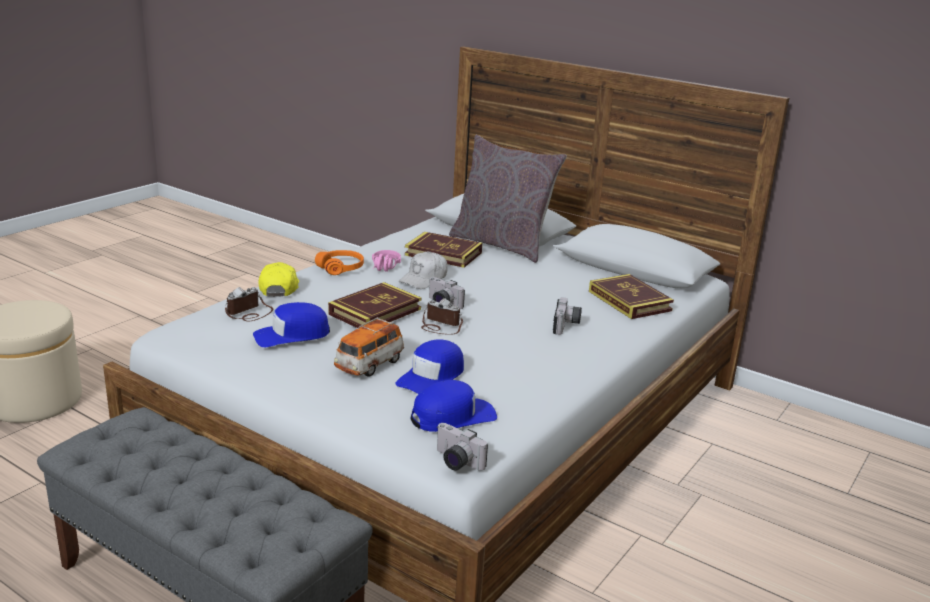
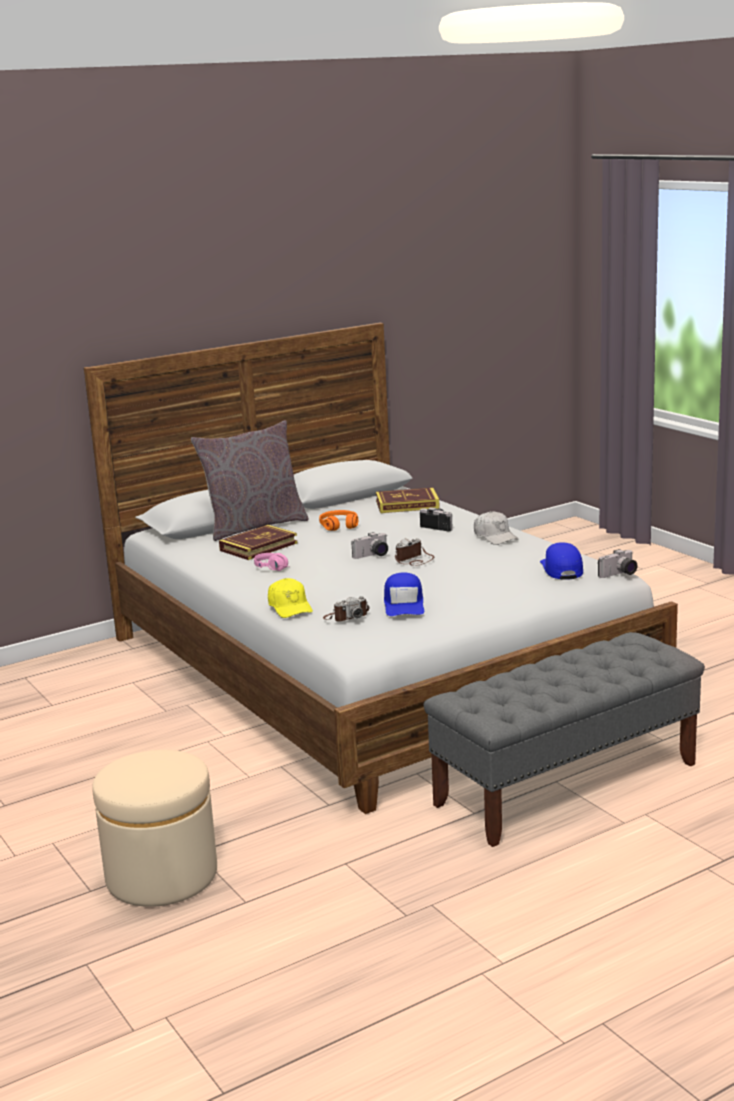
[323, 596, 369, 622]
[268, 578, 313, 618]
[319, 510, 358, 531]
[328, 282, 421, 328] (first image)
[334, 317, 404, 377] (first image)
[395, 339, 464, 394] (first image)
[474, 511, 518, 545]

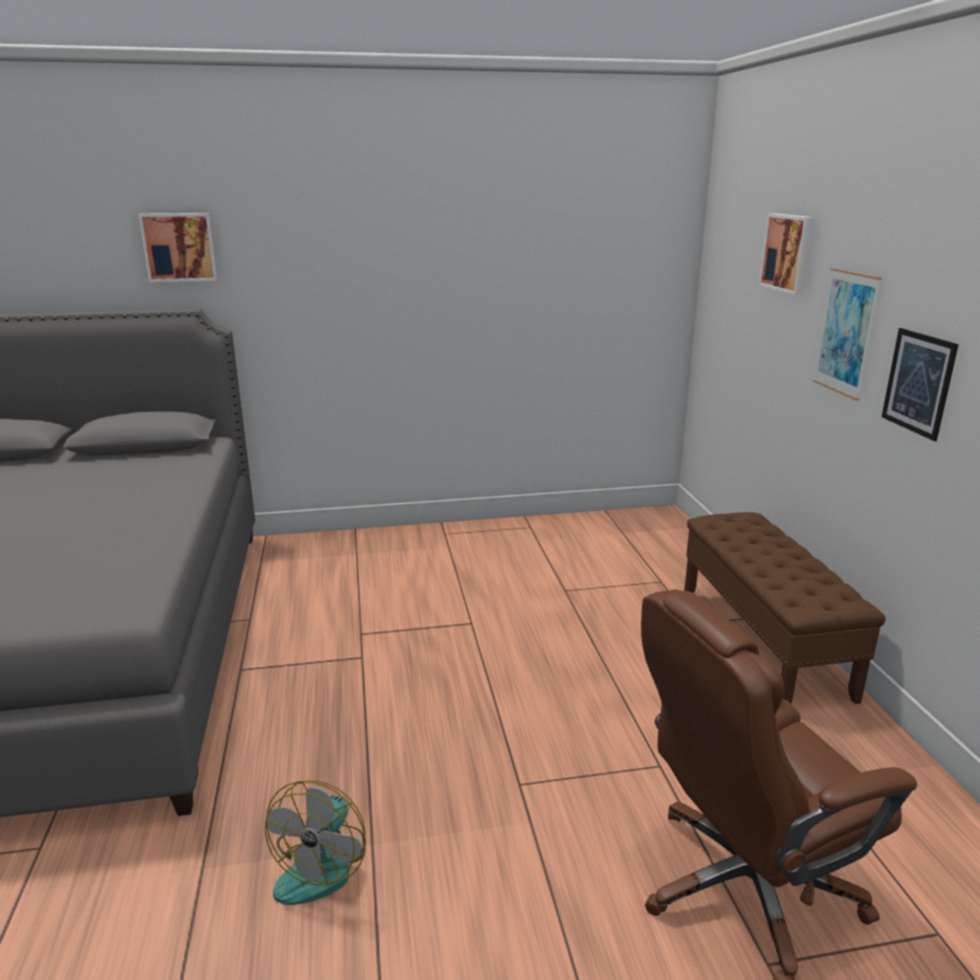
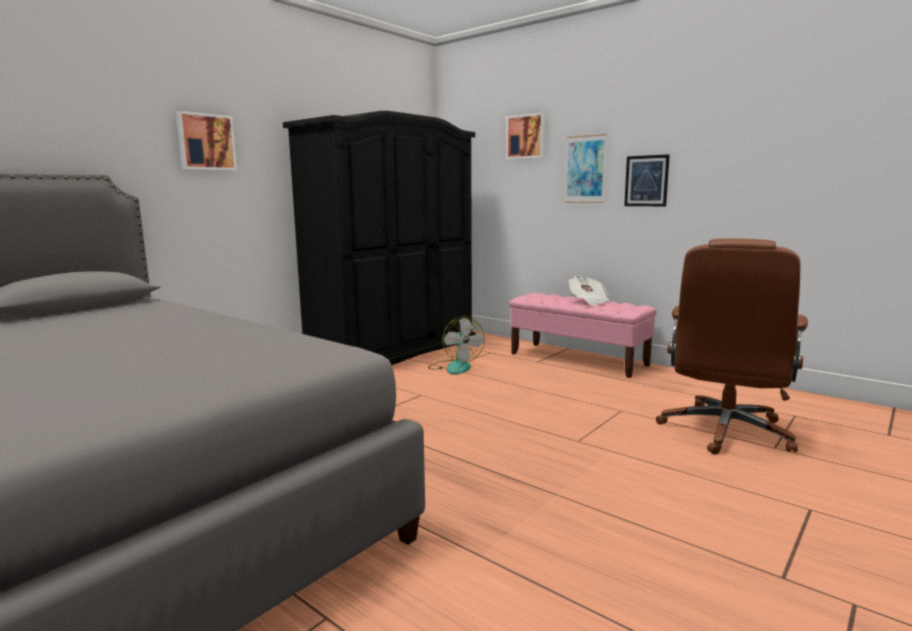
[176, 111, 237, 171]
[428, 316, 485, 374]
[509, 293, 657, 378]
[283, 111, 476, 365]
[569, 275, 609, 305]

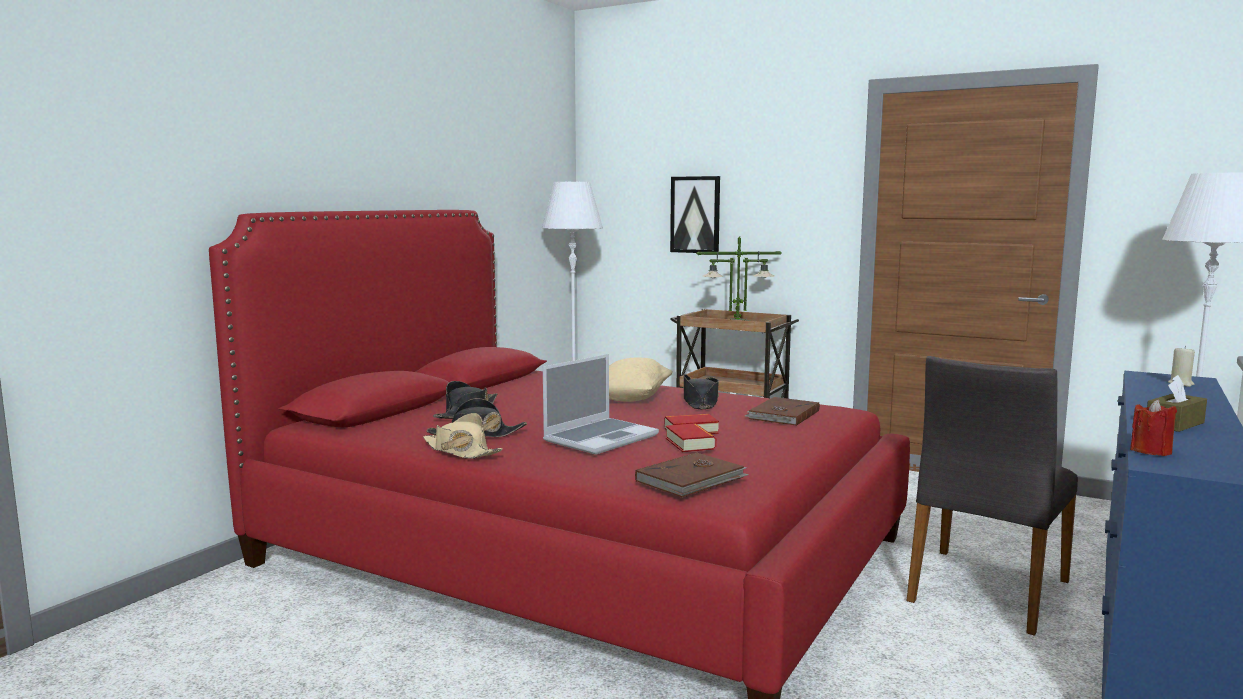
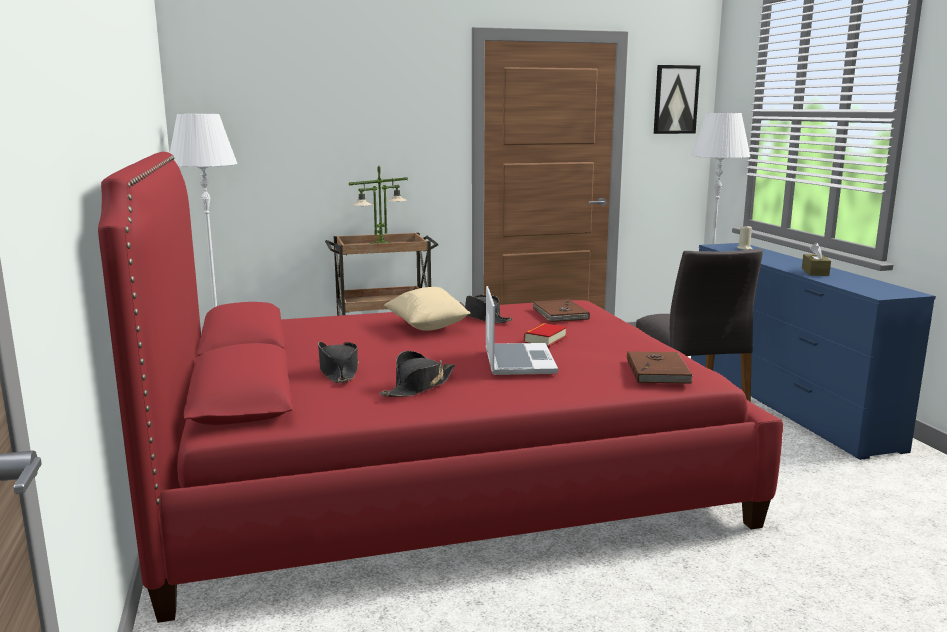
[423, 413, 503, 459] (first image)
[666, 423, 716, 452] (first image)
[654, 65, 700, 134]
[1130, 399, 1177, 456] (first image)

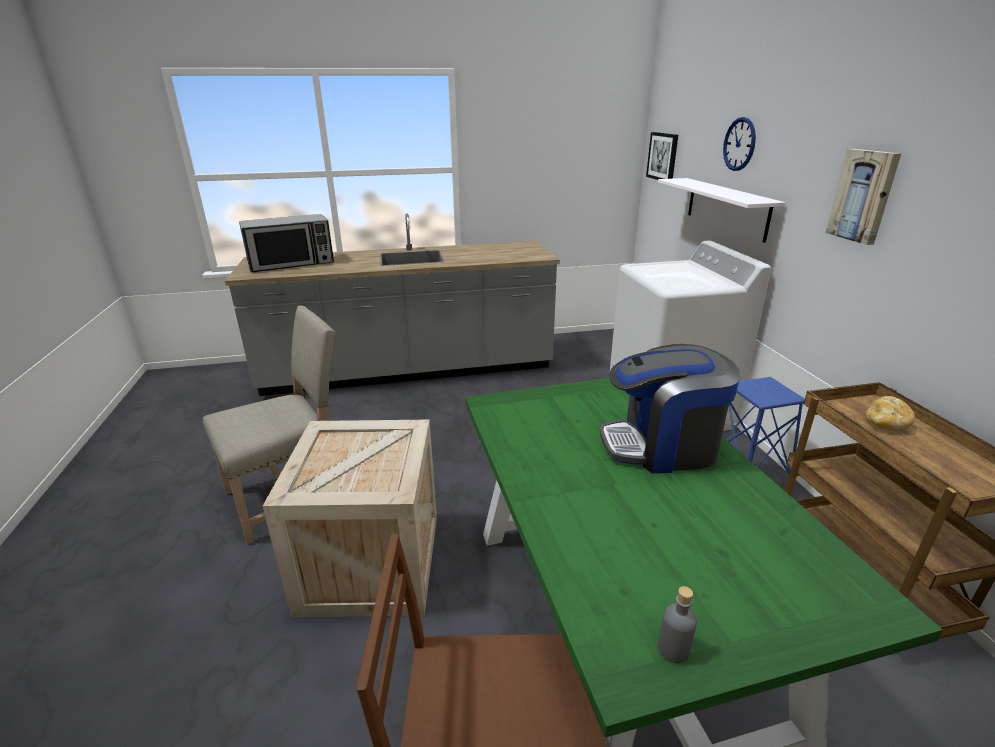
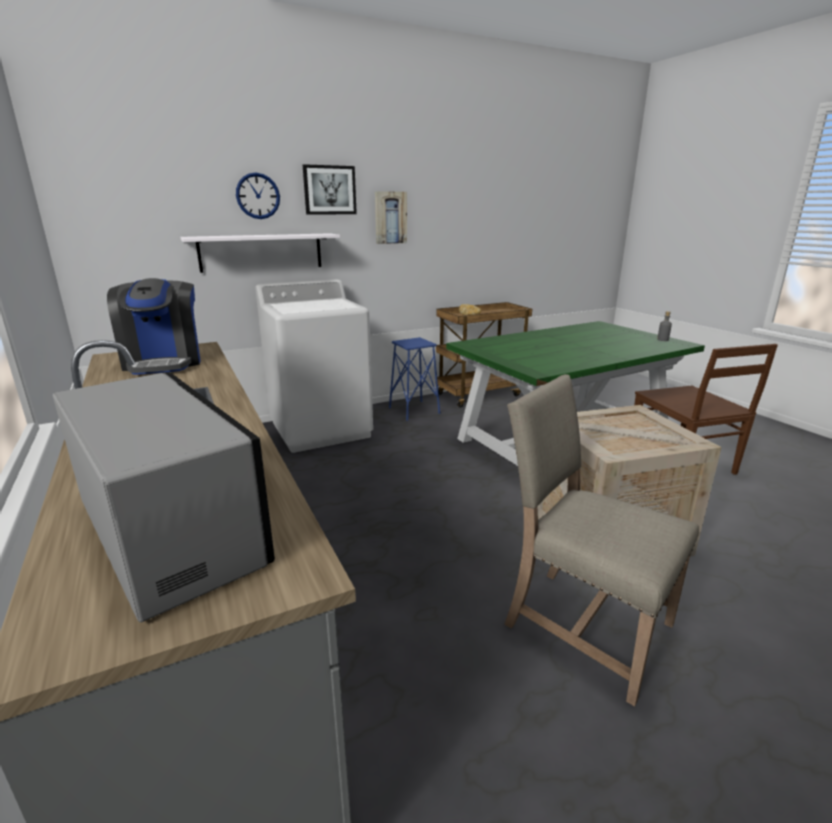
[107, 278, 201, 375]
[303, 164, 357, 215]

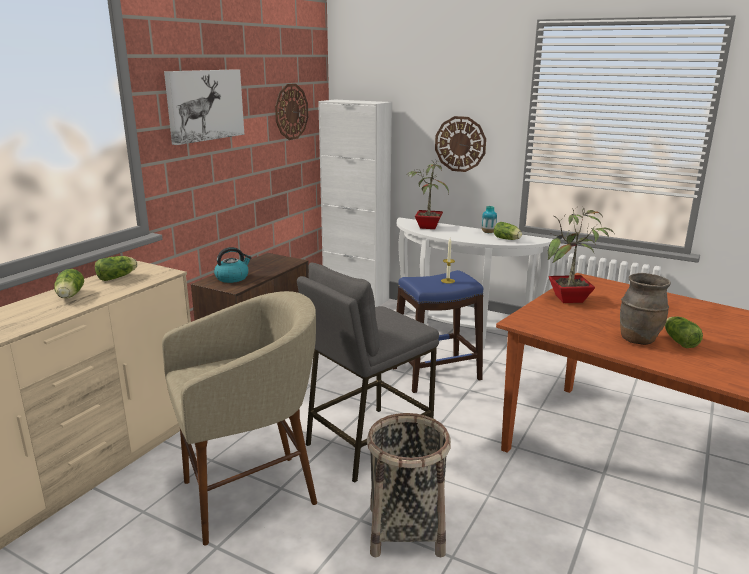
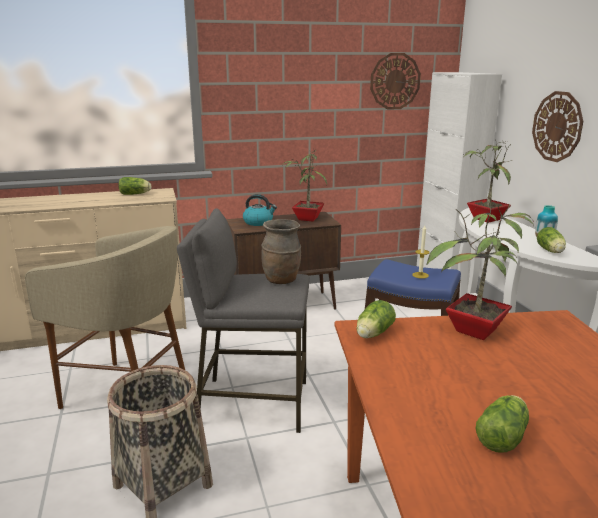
[357, 300, 396, 338]
[164, 69, 244, 145] (first image)
[261, 219, 301, 284]
[284, 149, 327, 221]

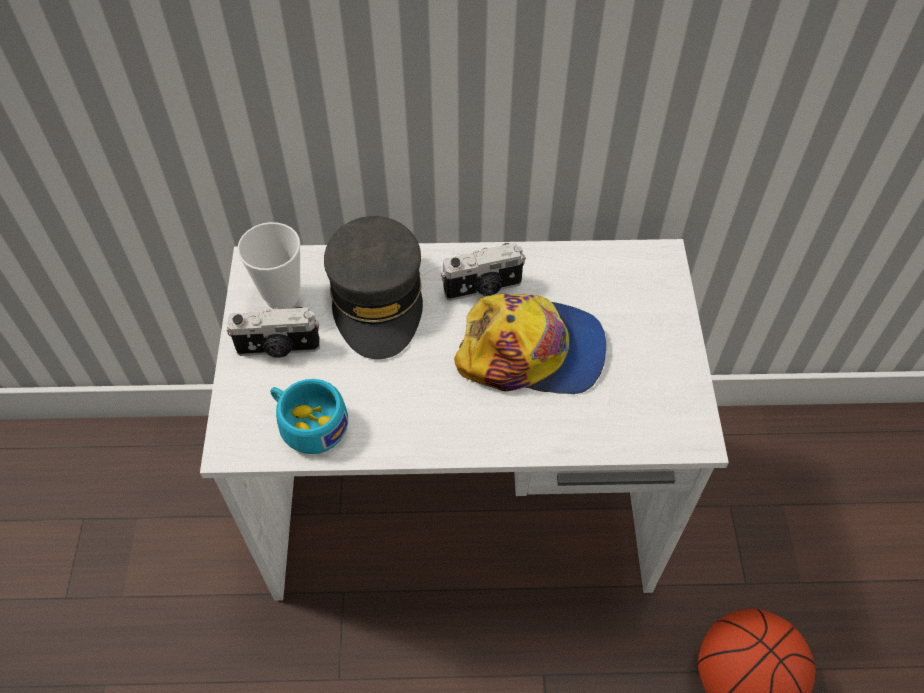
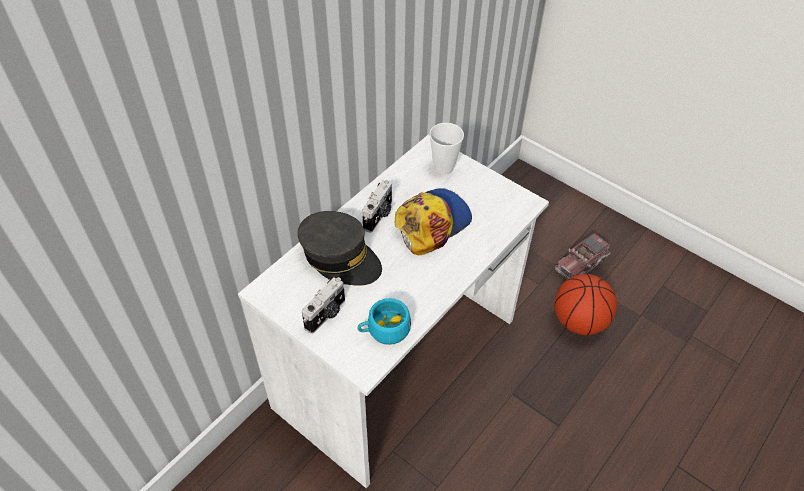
[429, 123, 464, 174]
[555, 233, 611, 279]

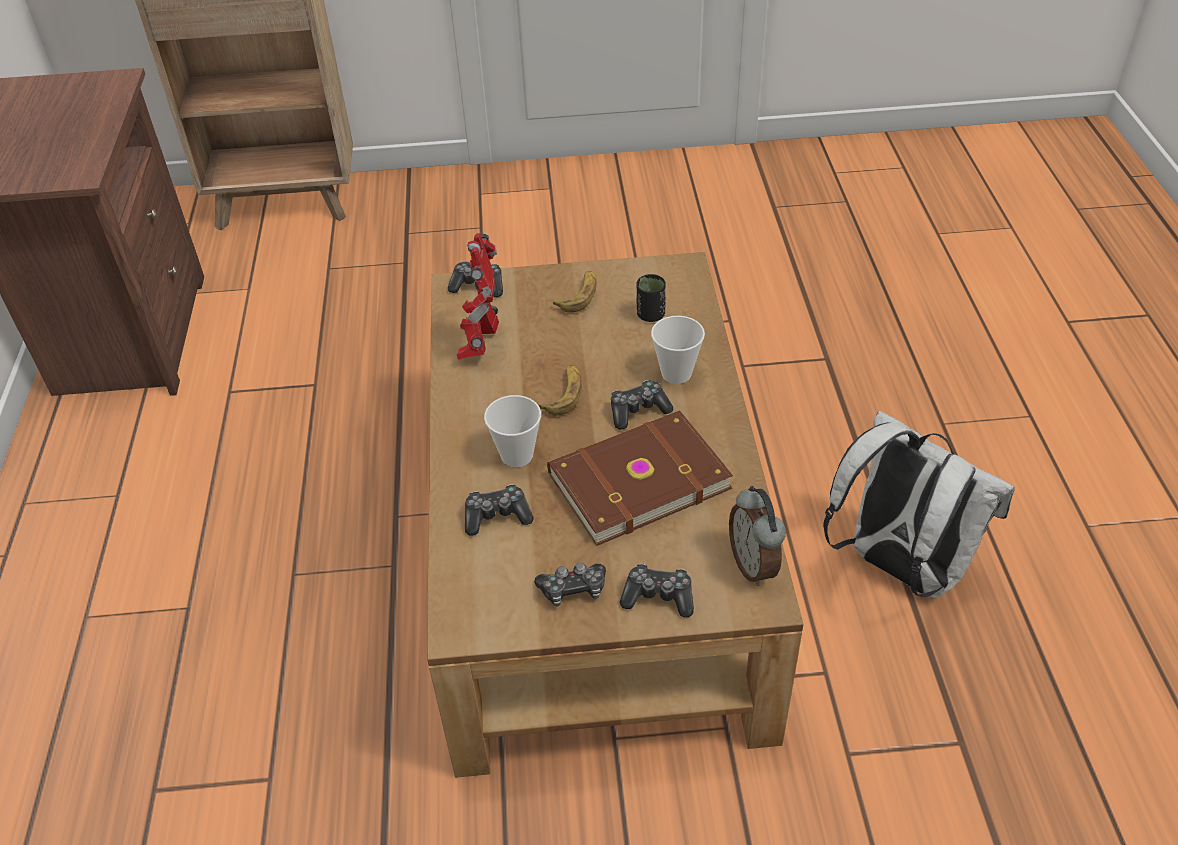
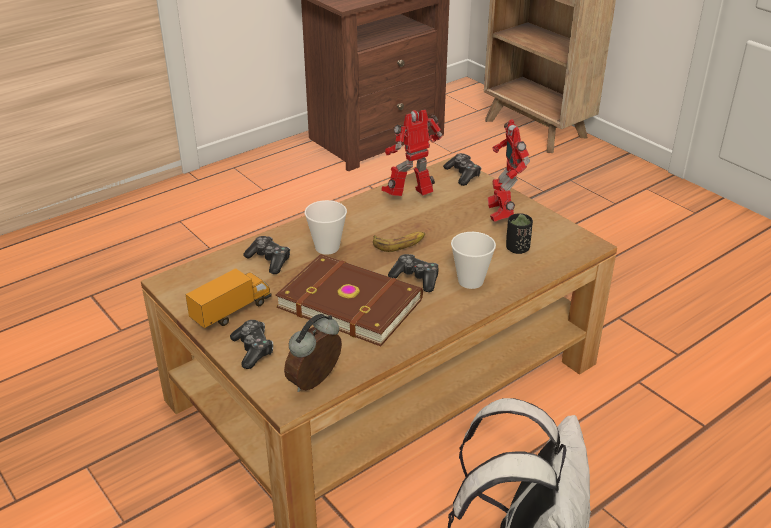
[185, 268, 272, 328]
[488, 119, 530, 222]

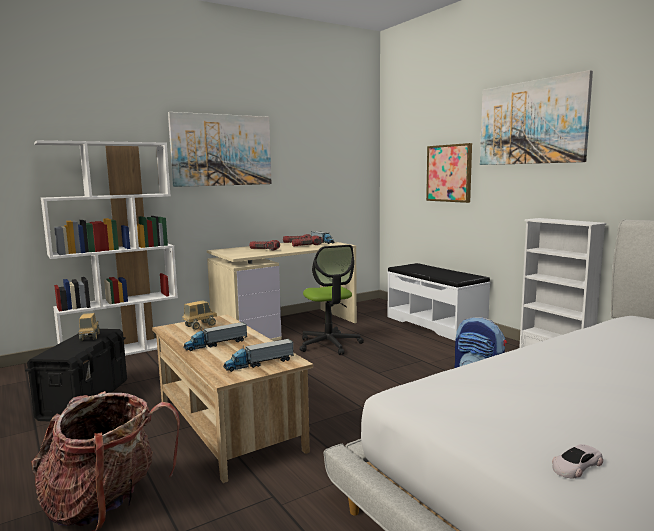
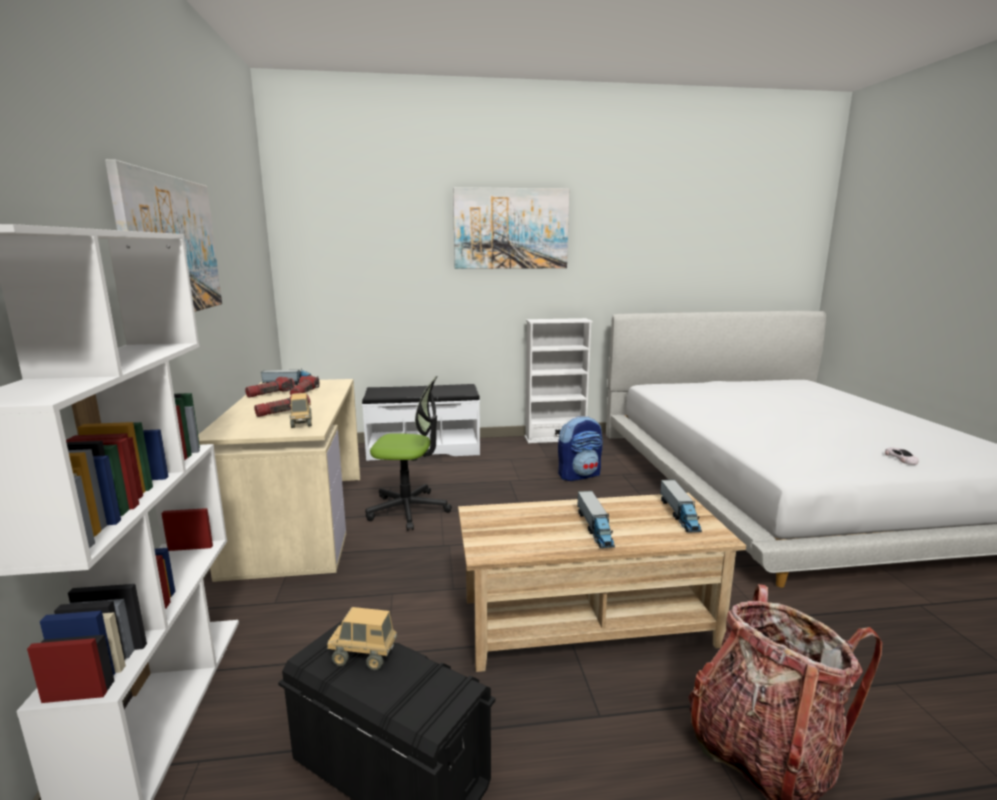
[290, 393, 312, 428]
[426, 143, 472, 203] (first image)

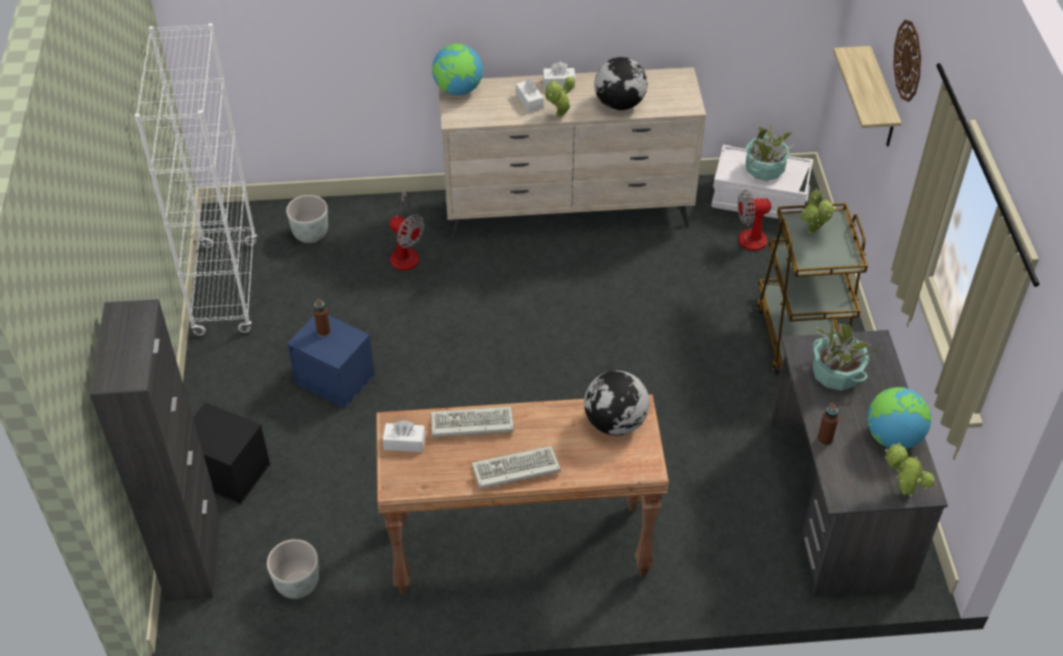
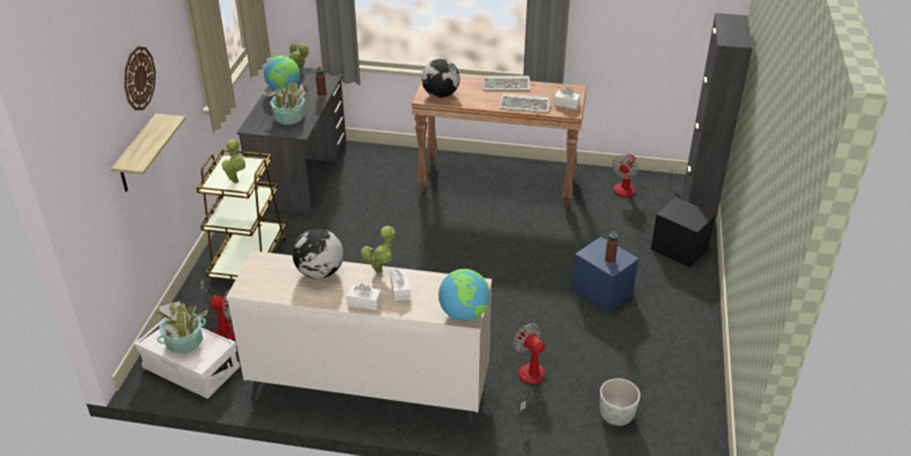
[135, 23, 257, 336] (first image)
[612, 154, 676, 197]

